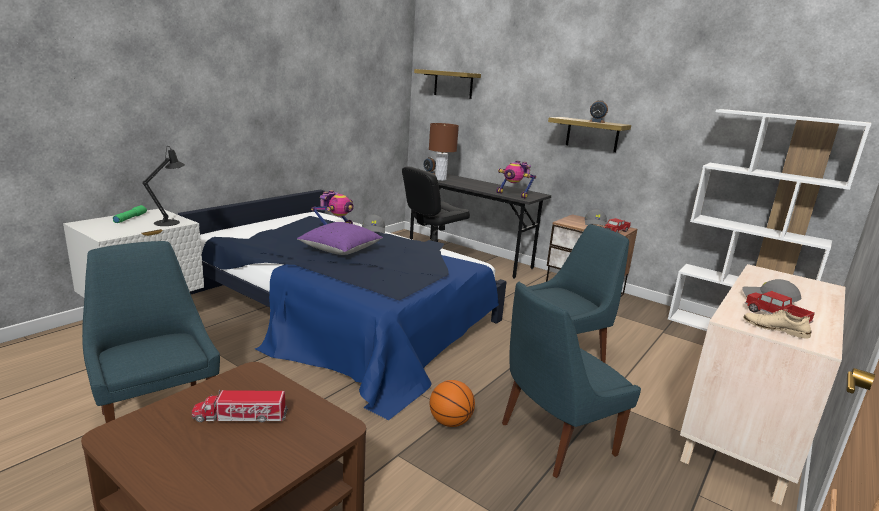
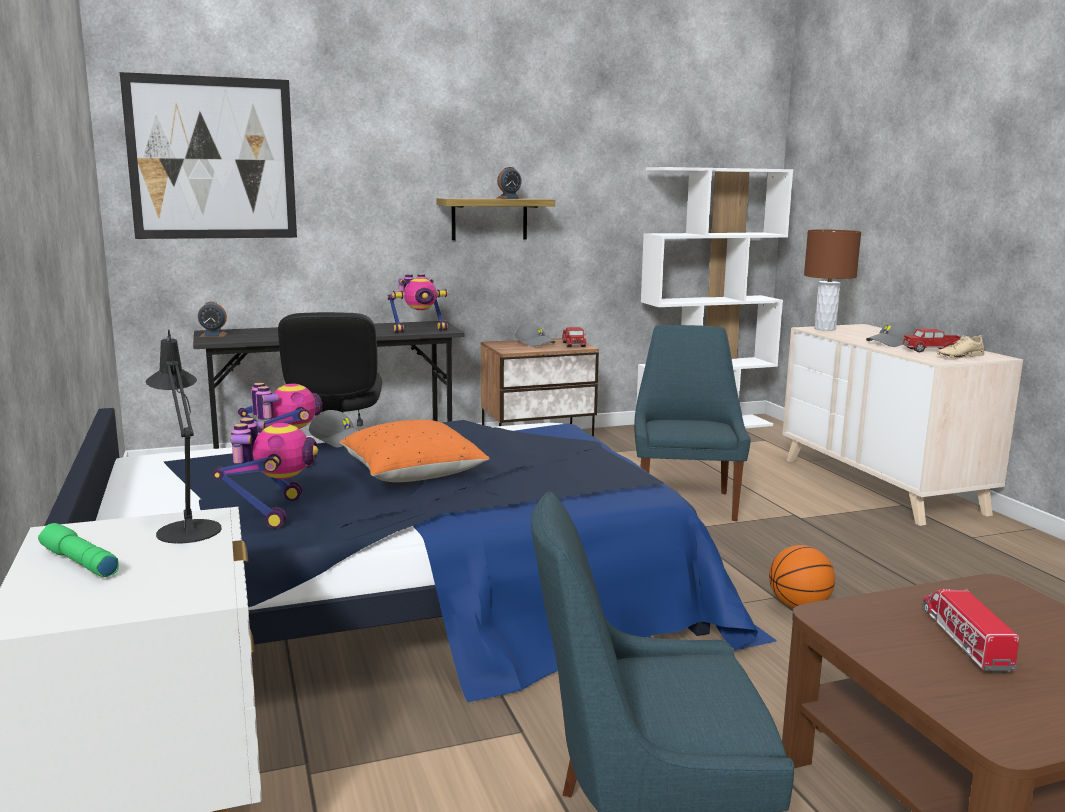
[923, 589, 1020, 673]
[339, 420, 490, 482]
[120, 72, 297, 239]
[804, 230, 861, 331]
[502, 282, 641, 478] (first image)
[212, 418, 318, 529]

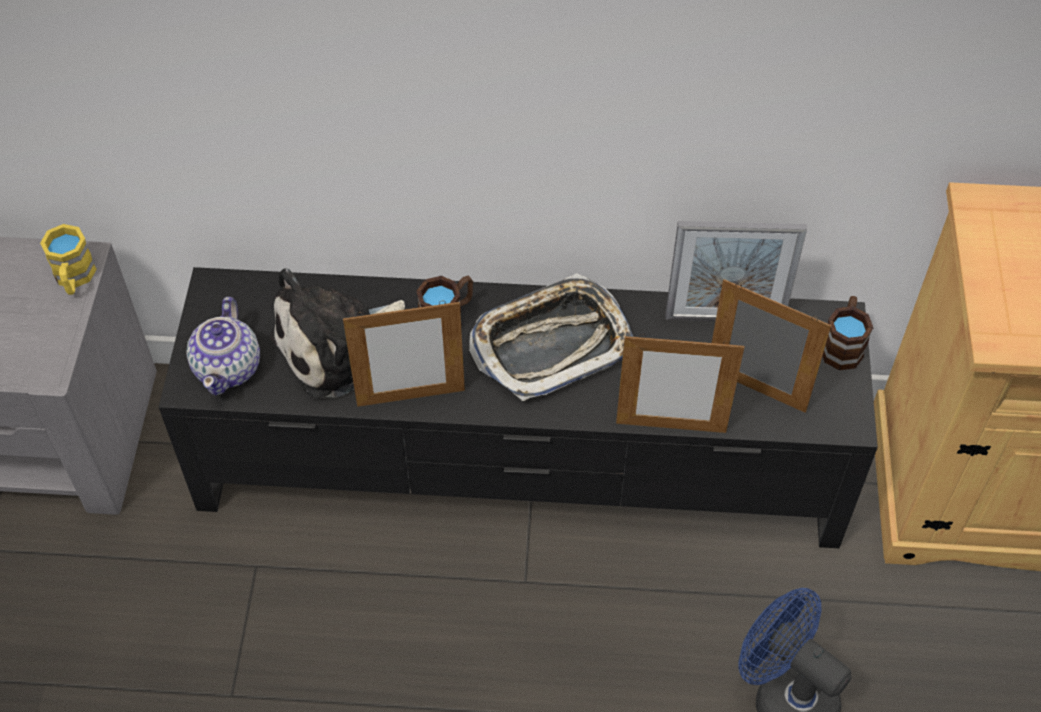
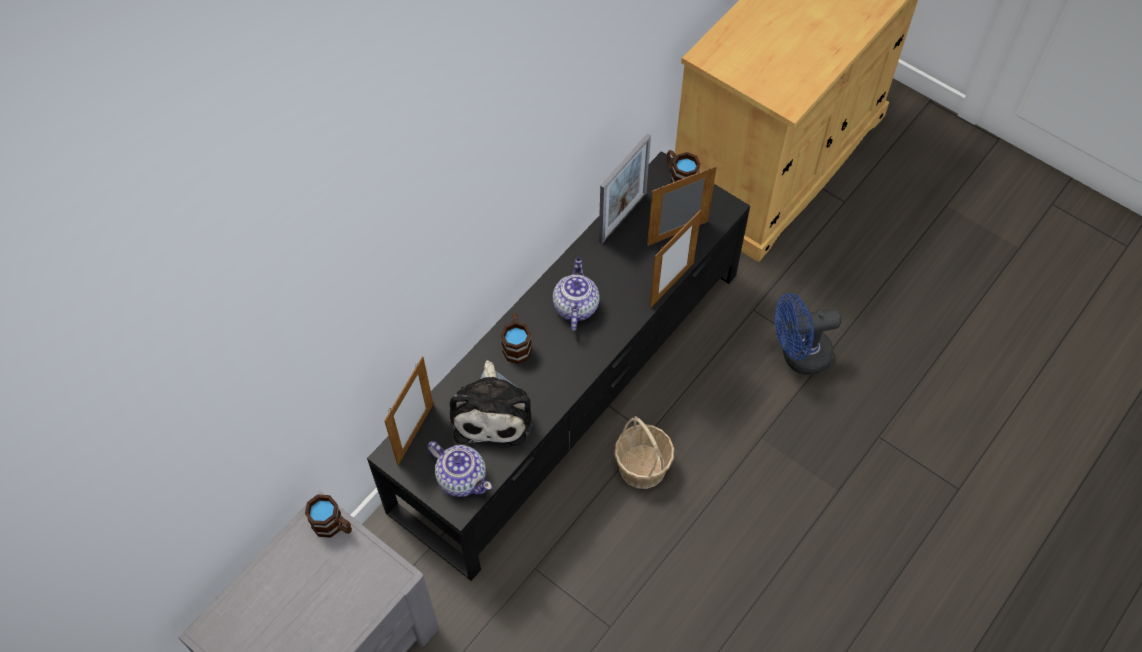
[305, 494, 352, 538]
[384, 356, 433, 465]
[553, 257, 599, 331]
[614, 416, 674, 489]

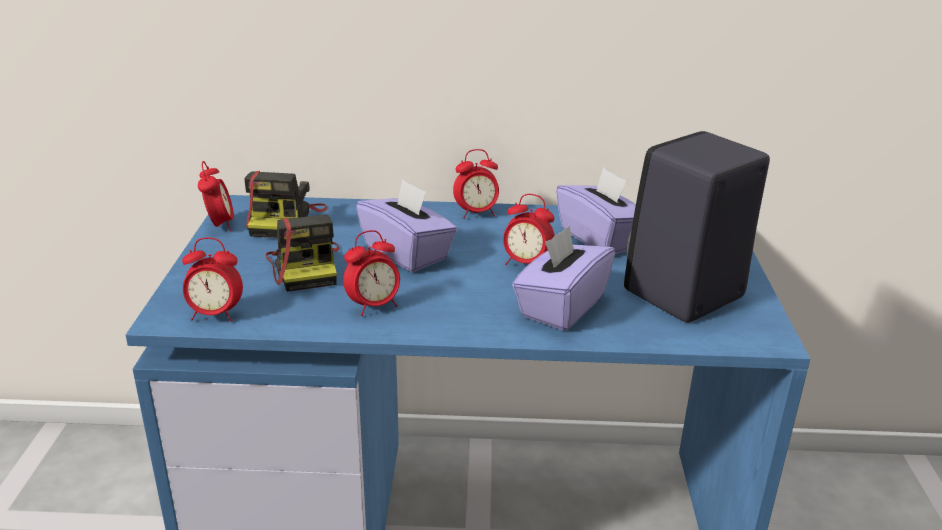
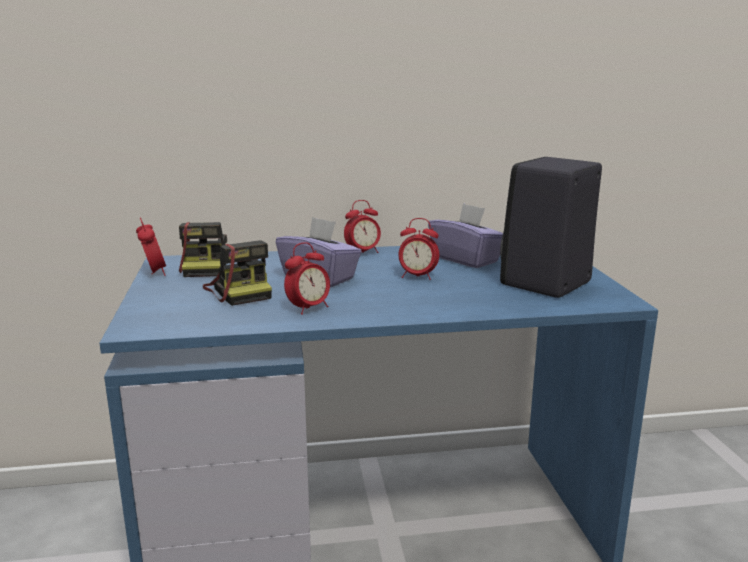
[182, 237, 243, 322] (first image)
[512, 225, 615, 331] (first image)

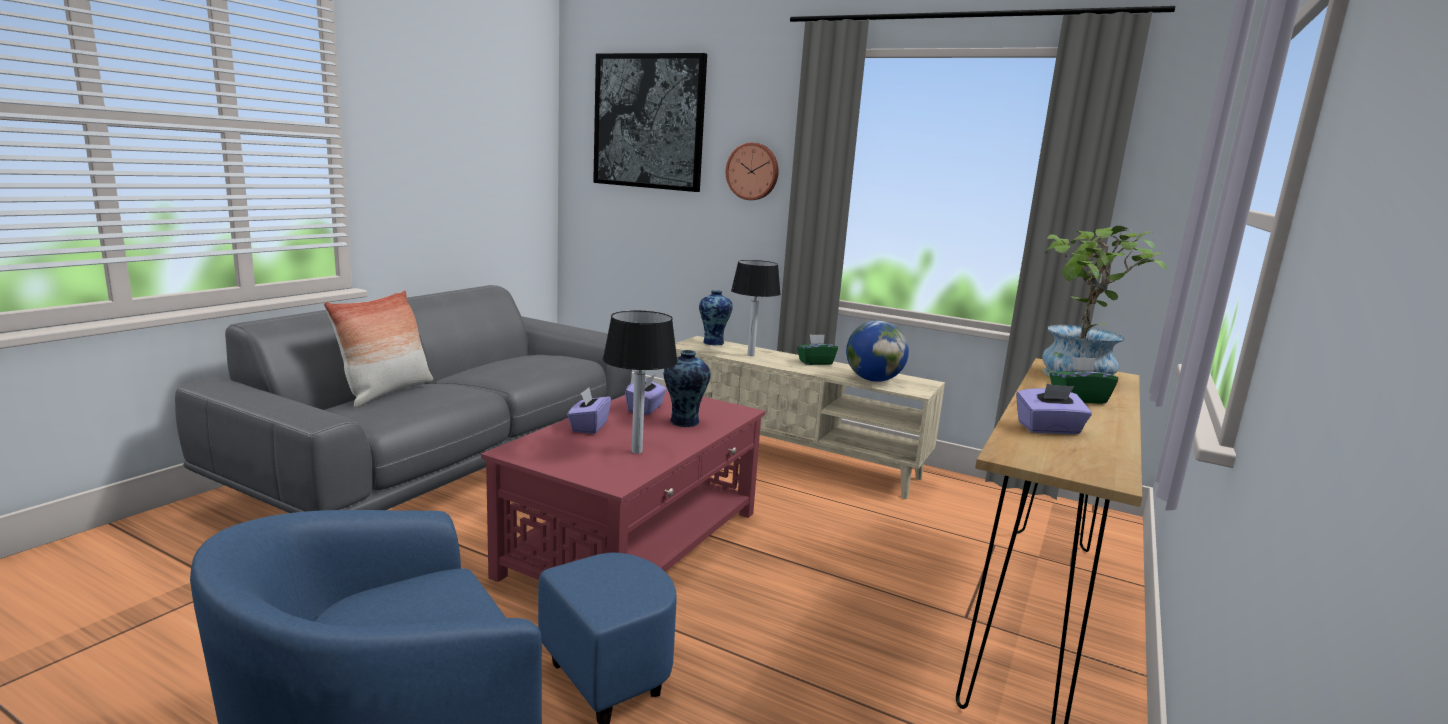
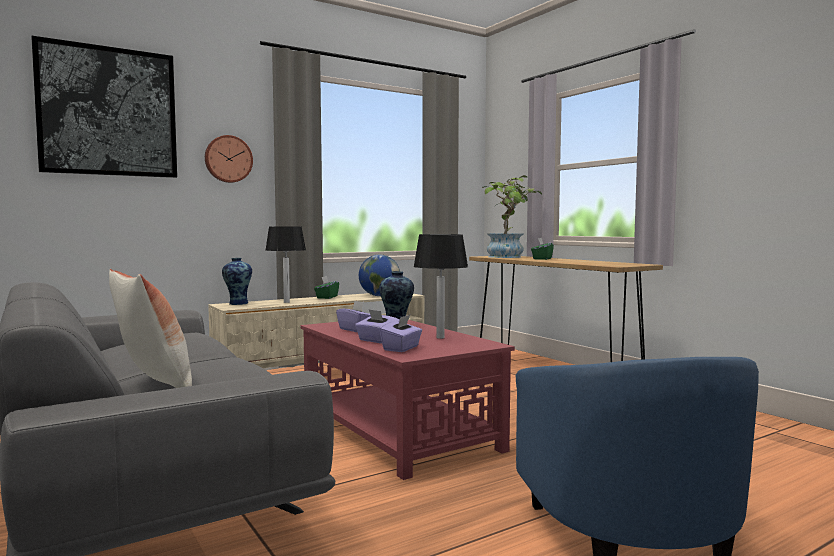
[380, 314, 422, 352]

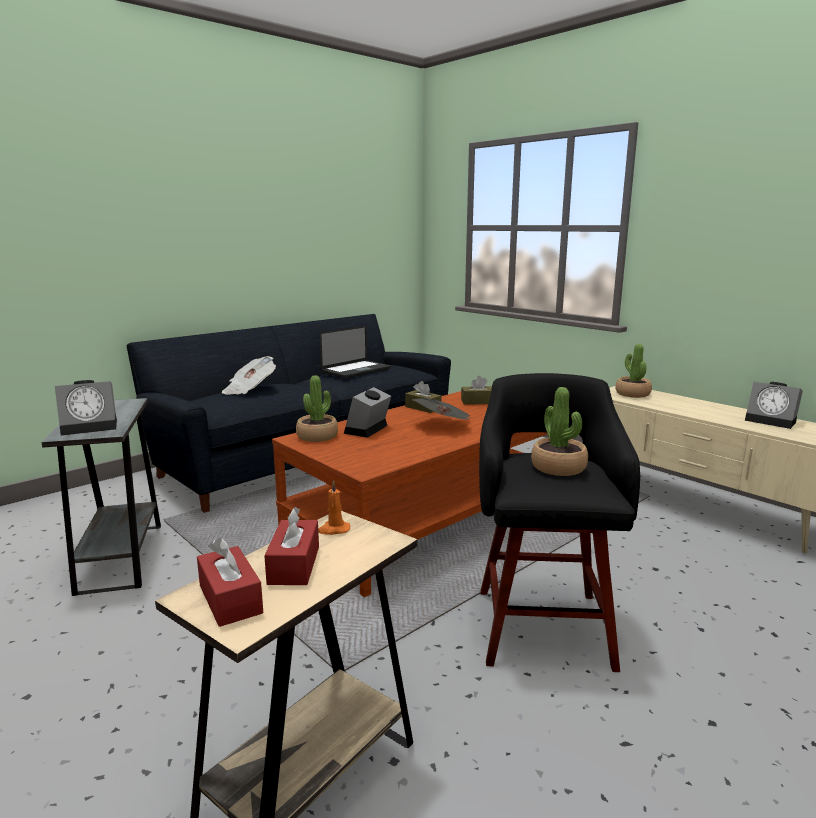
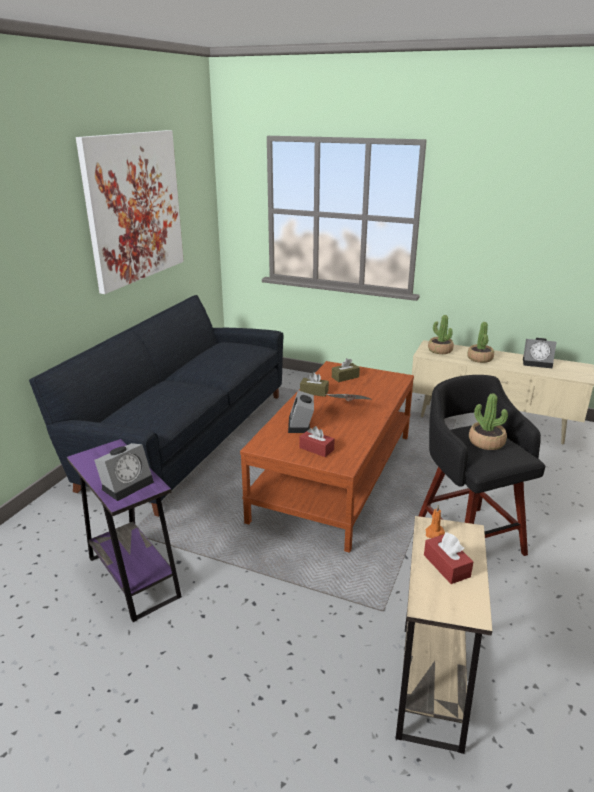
[67, 439, 182, 622]
[299, 426, 335, 457]
[222, 356, 276, 395] (first image)
[467, 322, 494, 363]
[319, 326, 391, 378] (first image)
[76, 130, 184, 294]

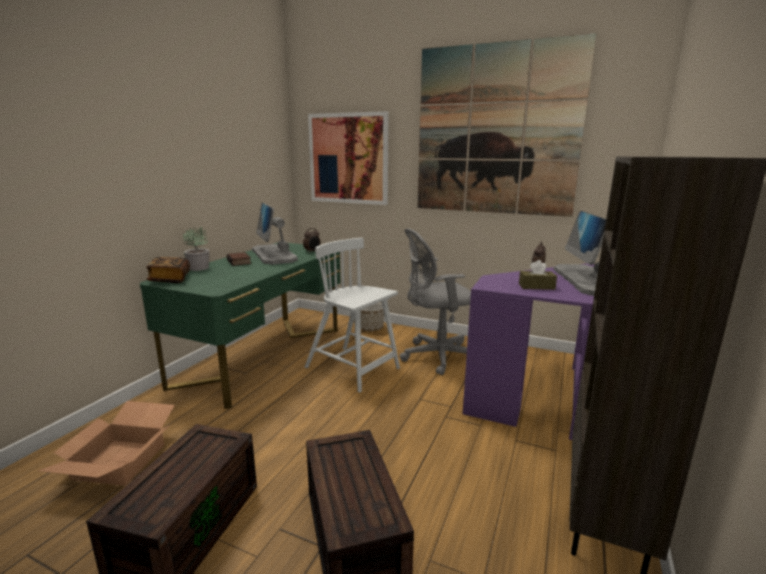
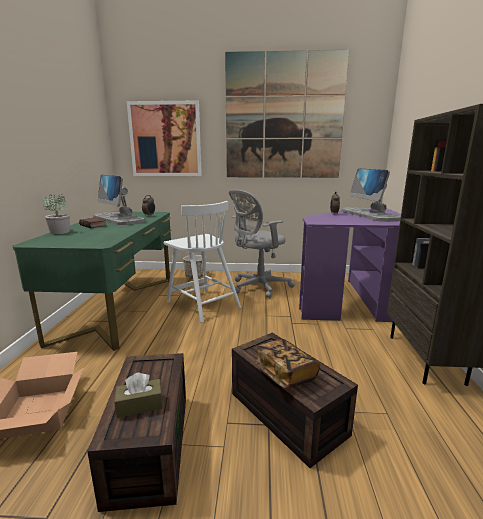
[254, 339, 320, 389]
[164, 201, 241, 323]
[115, 372, 163, 418]

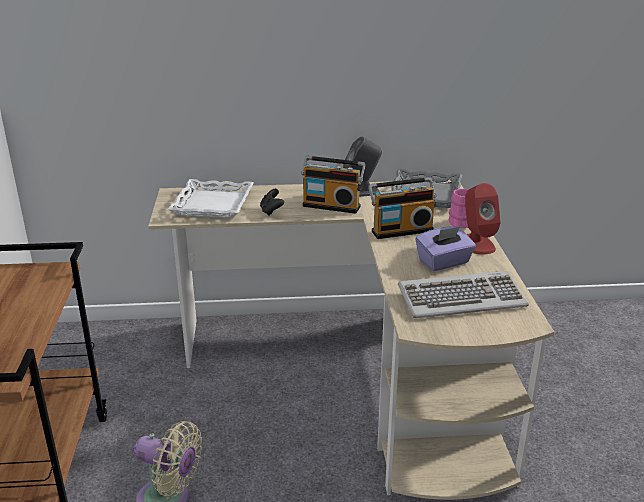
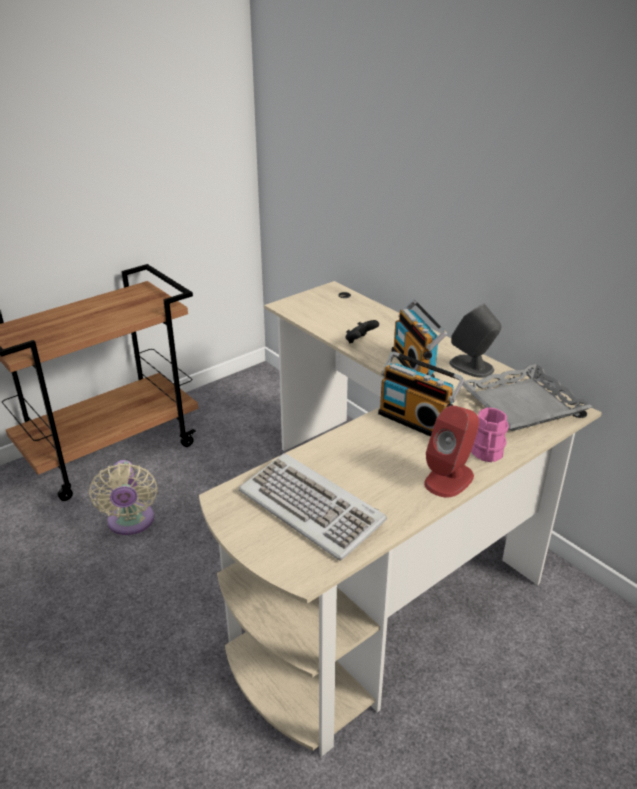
[167, 179, 254, 218] (first image)
[416, 226, 476, 271] (first image)

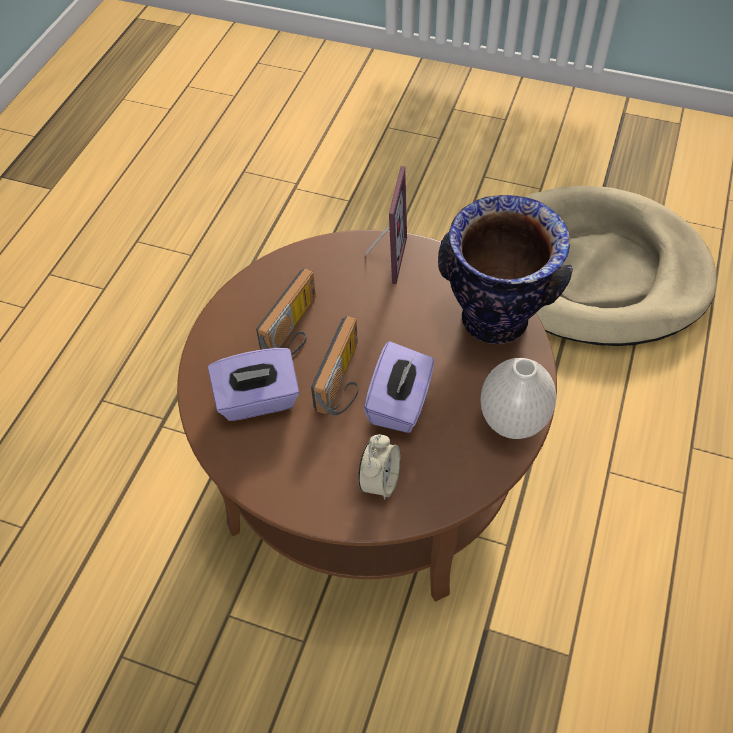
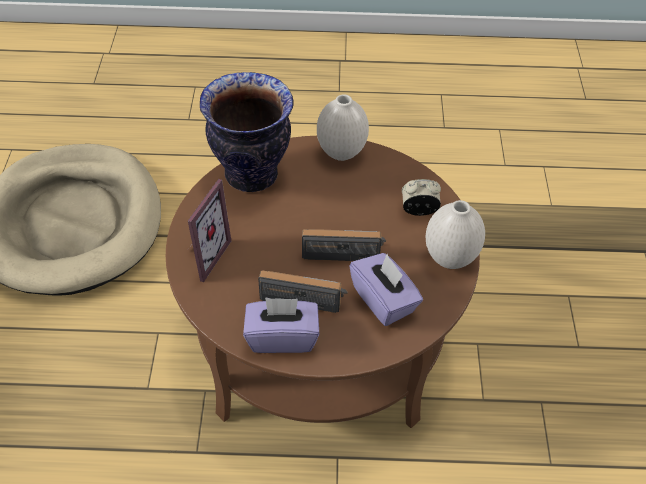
[243, 297, 319, 353]
[188, 179, 231, 282]
[426, 200, 485, 269]

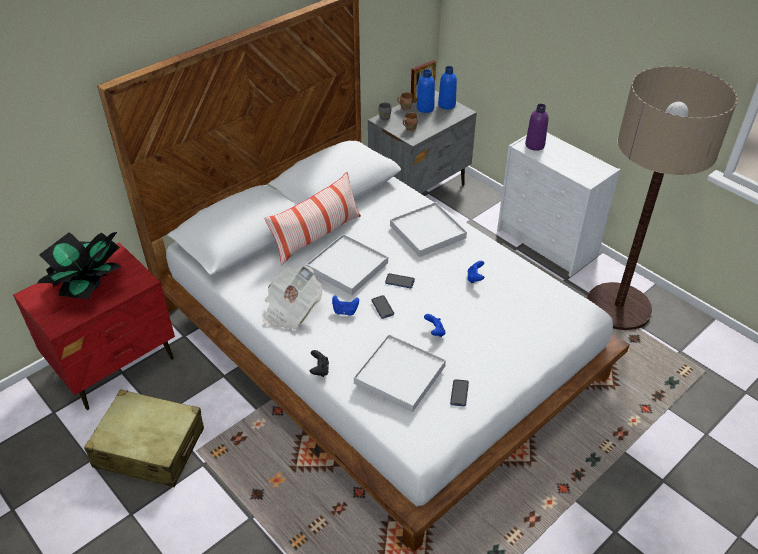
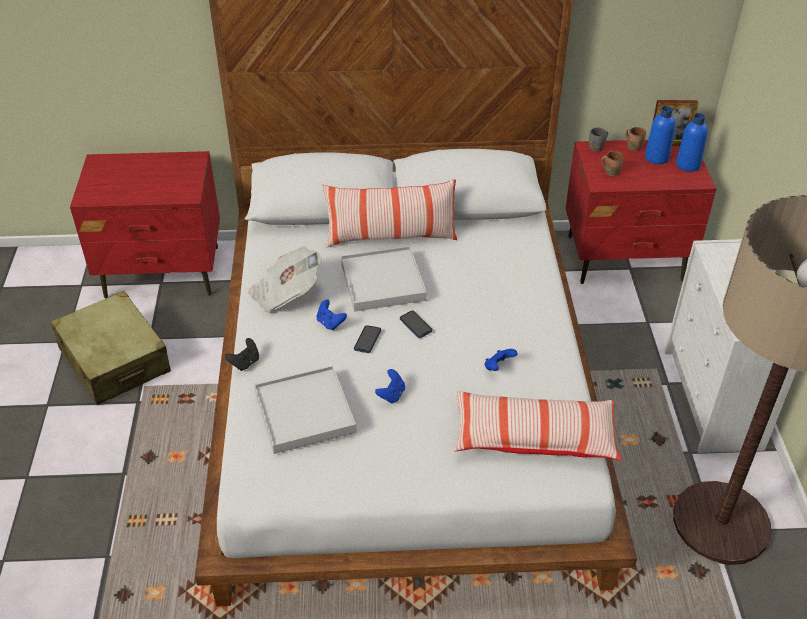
[37, 232, 122, 299] (first image)
[565, 140, 716, 284]
[390, 202, 467, 257] (first image)
[450, 379, 469, 407] (first image)
[525, 104, 549, 151] (first image)
[454, 391, 622, 461]

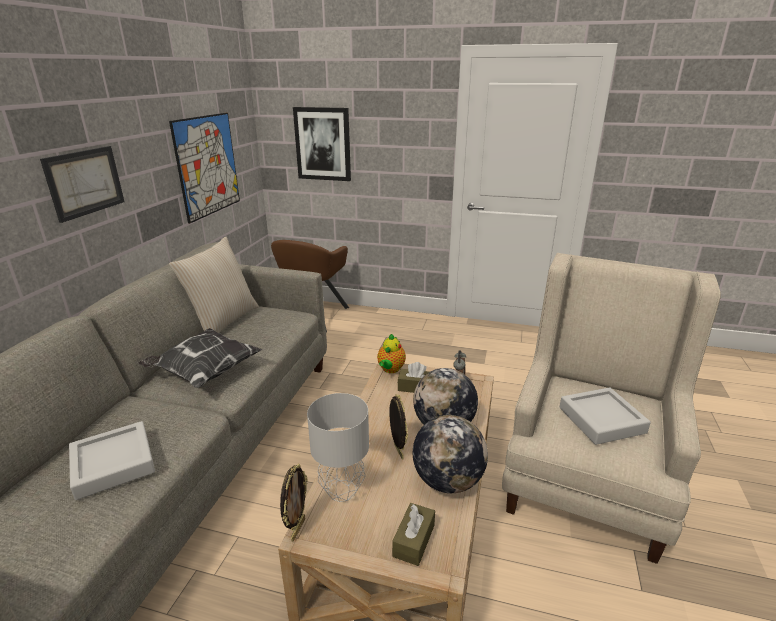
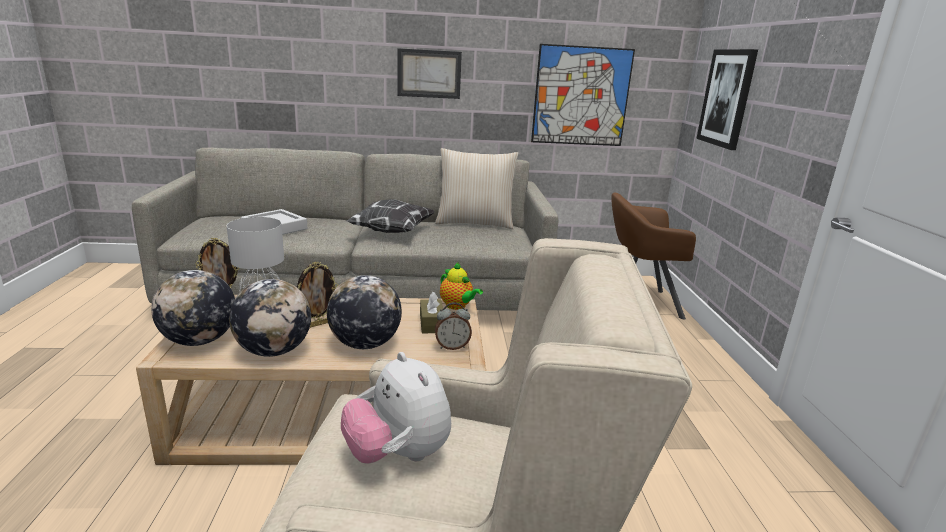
[440, 262, 483, 310]
[151, 270, 235, 346]
[341, 352, 451, 464]

